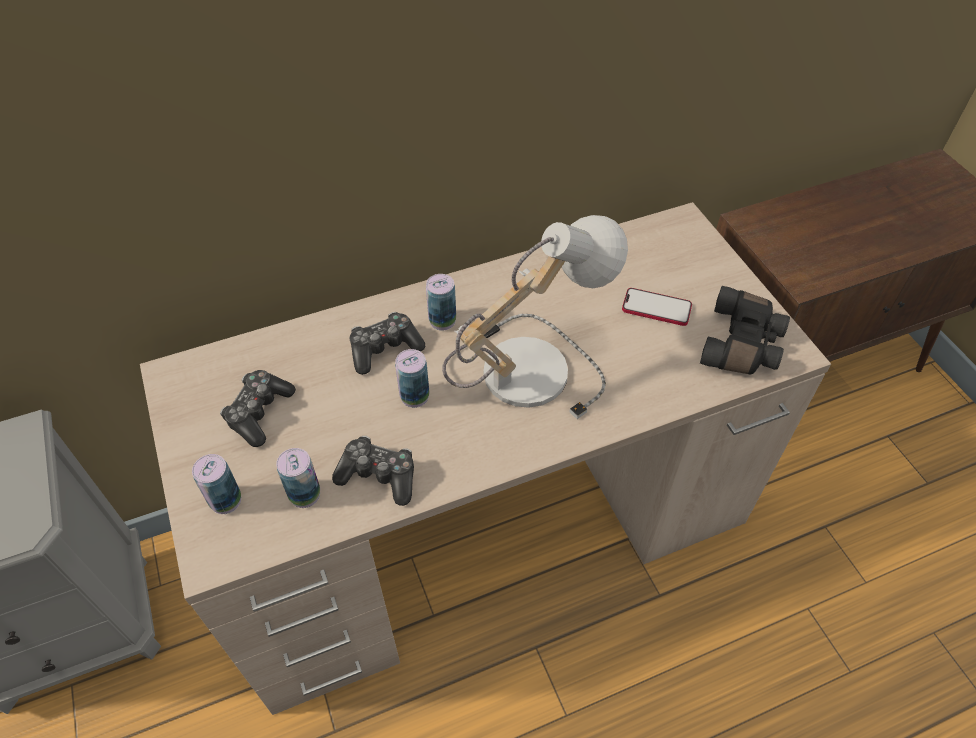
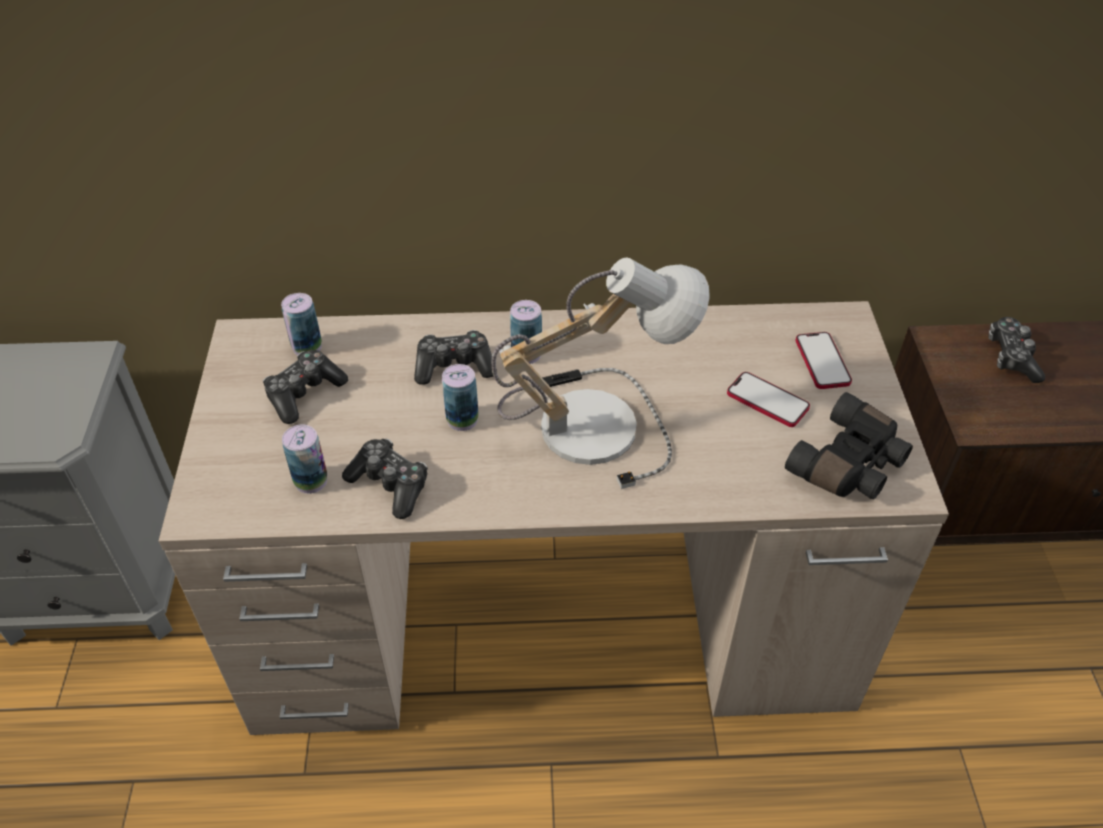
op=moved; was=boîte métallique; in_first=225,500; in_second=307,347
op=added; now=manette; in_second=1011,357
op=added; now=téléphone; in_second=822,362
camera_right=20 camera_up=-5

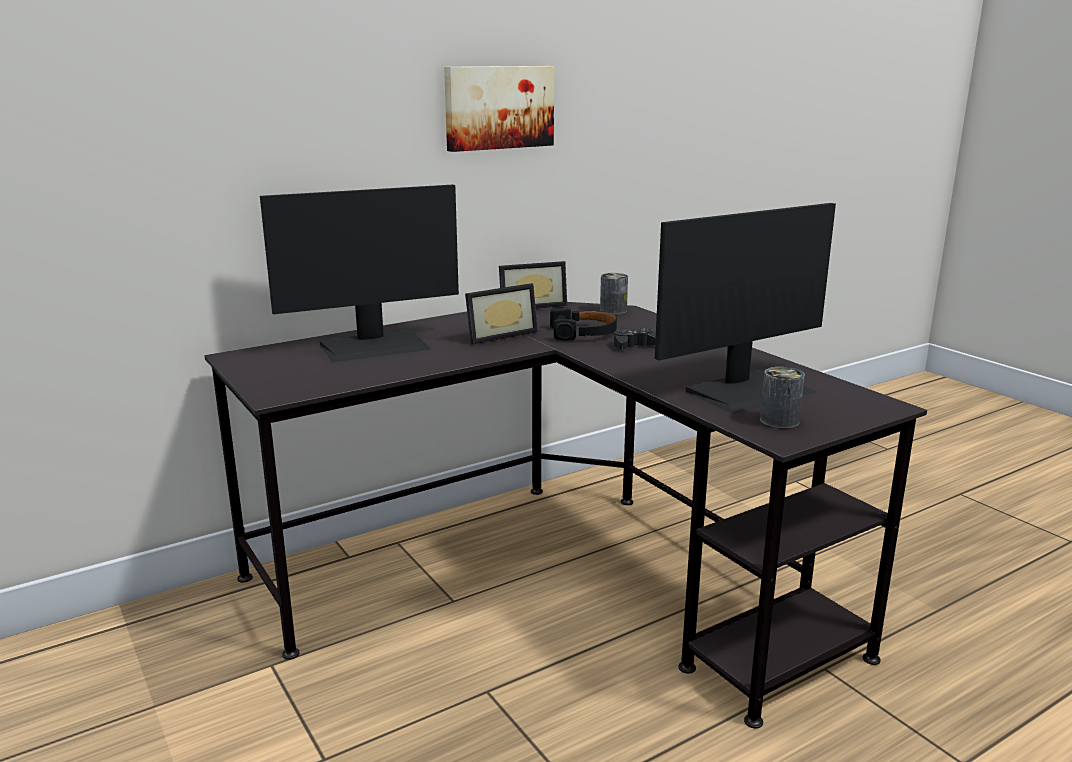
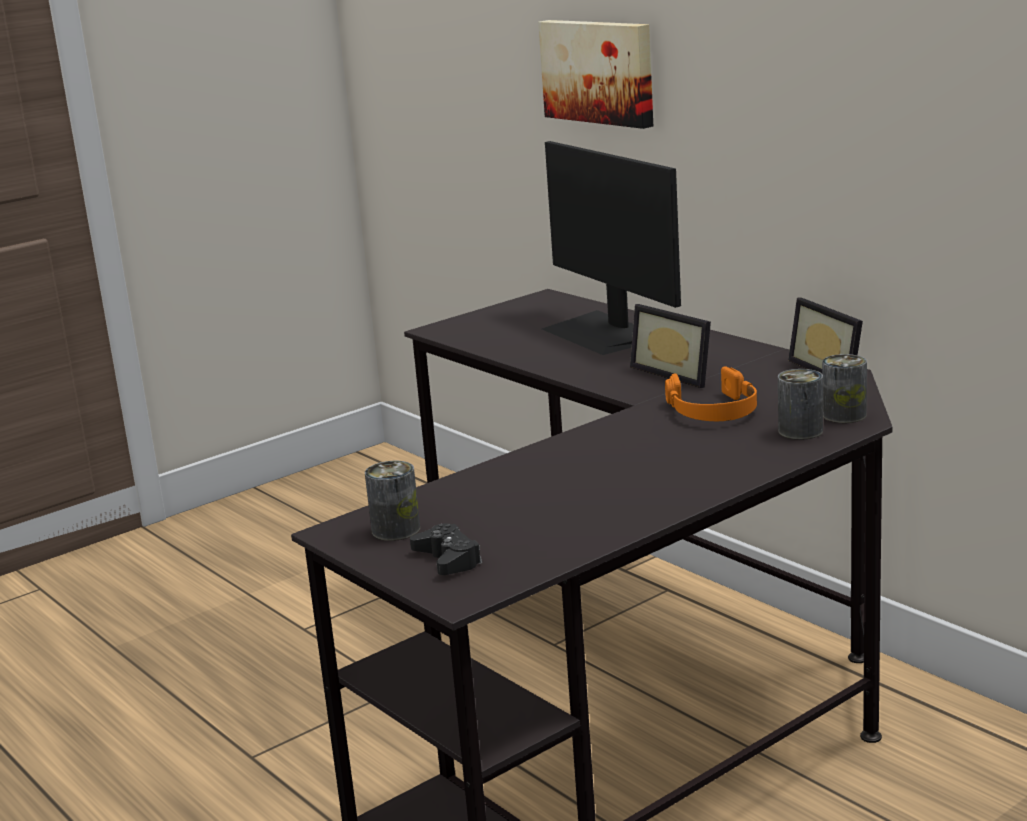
op=moved; was=tableau; in_first=498,107; in_second=599,71
op=removed; was=écran d'ordinateur; in_first=749,390
op=recoloured; was=casque audio (noir); now=casque audio (orange); in_first=584,333; in_second=713,410
op=moved; was=manette (noir); in_first=635,345; in_second=448,559
op=added; now=boîte métallique; in_second=800,431
camera_right=85 camera_up=0

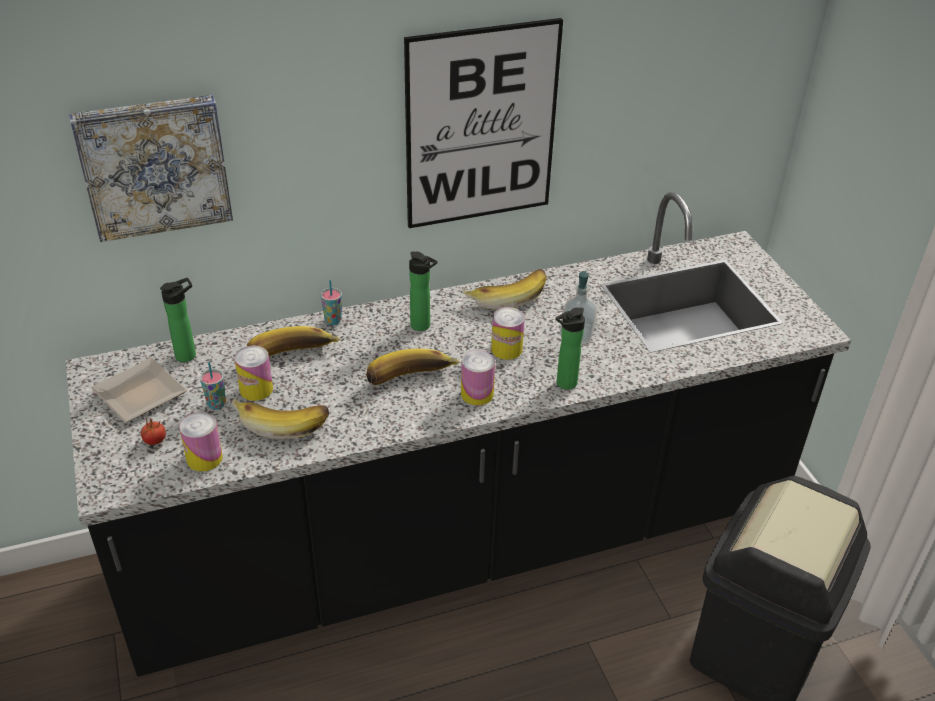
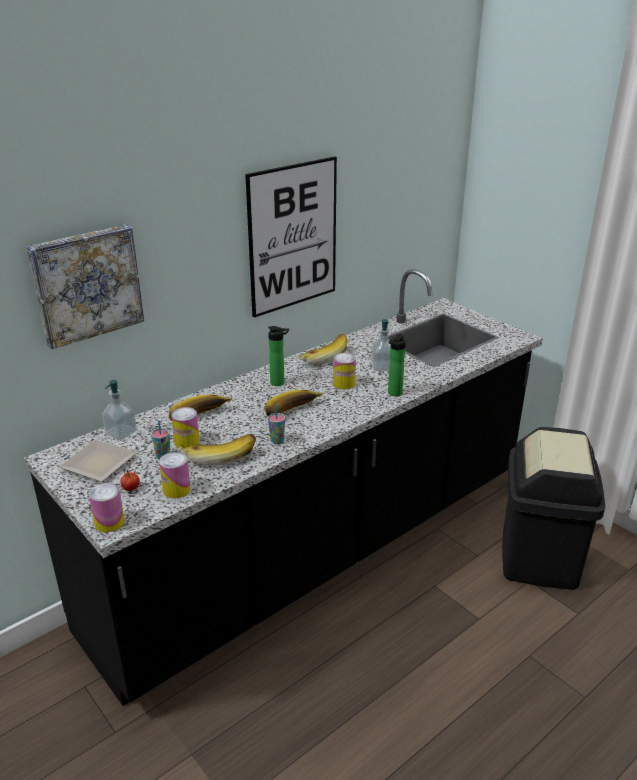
op=replaced; was=bouteille; now=distributeur de savon; in_first=189,354; in_second=121,433
op=moved; was=tasse; in_first=333,321; in_second=277,440
op=moved; was=boîte métallique; in_first=477,394; in_second=109,522
camera_right=-20 camera_up=-10

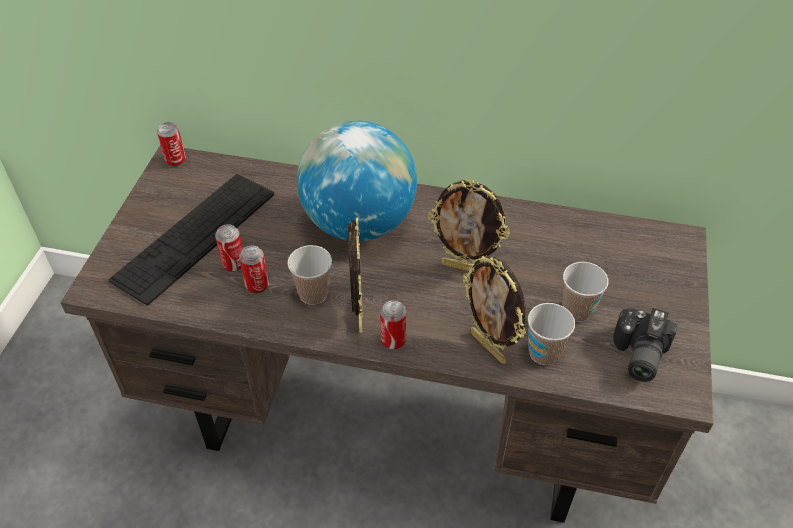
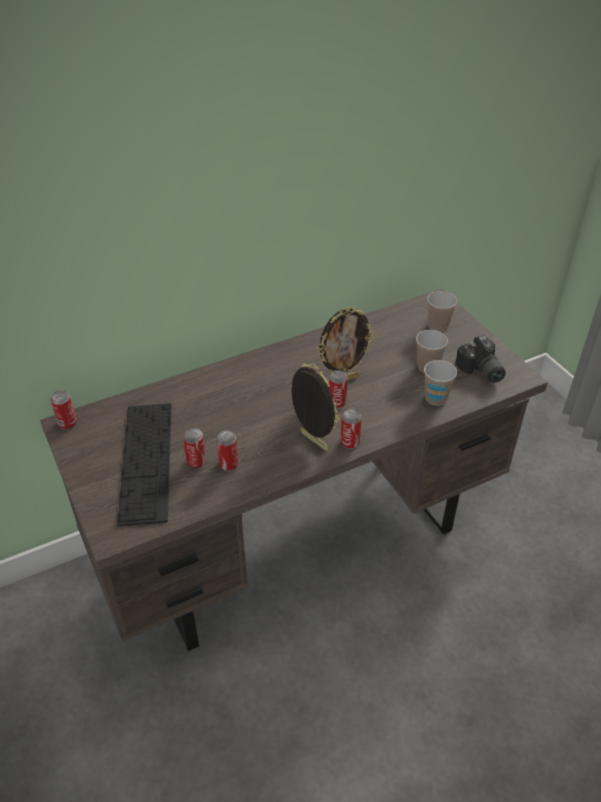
op=removed; was=globe; in_first=358,223
op=moved; was=tasse; in_first=313,294; in_second=438,326
op=removed; was=cadre photo; in_first=489,347
op=added; now=boîte métallique; in_second=337,403
camera_right=-40 camera_up=-5

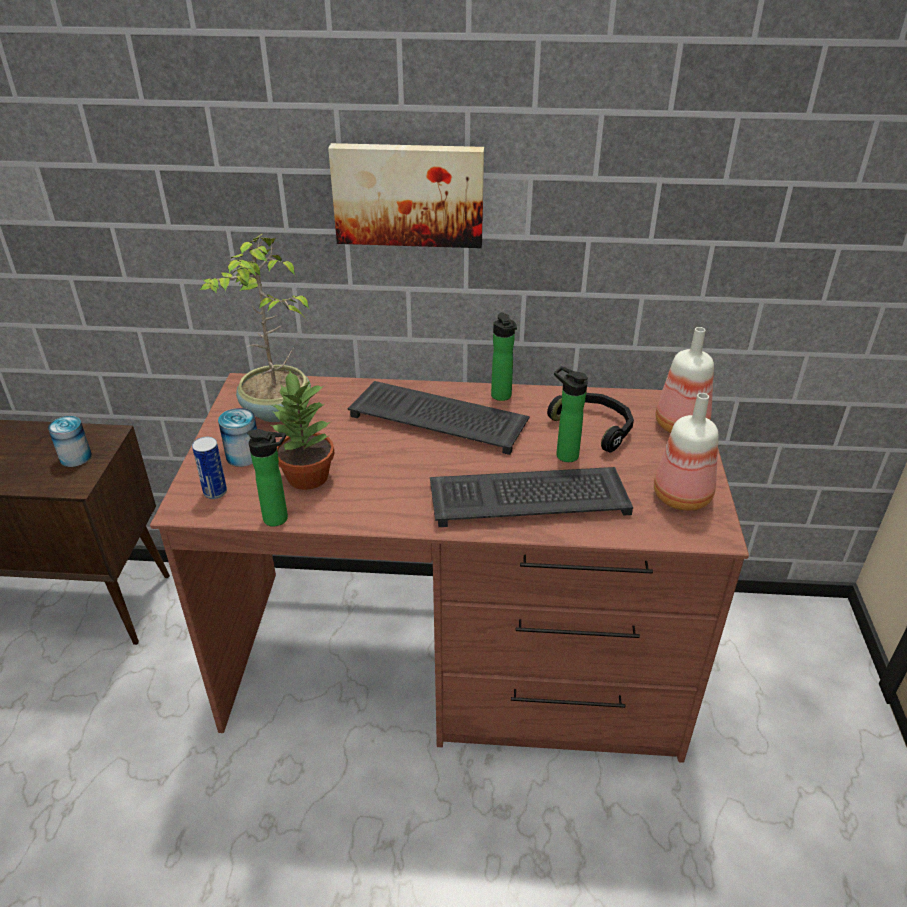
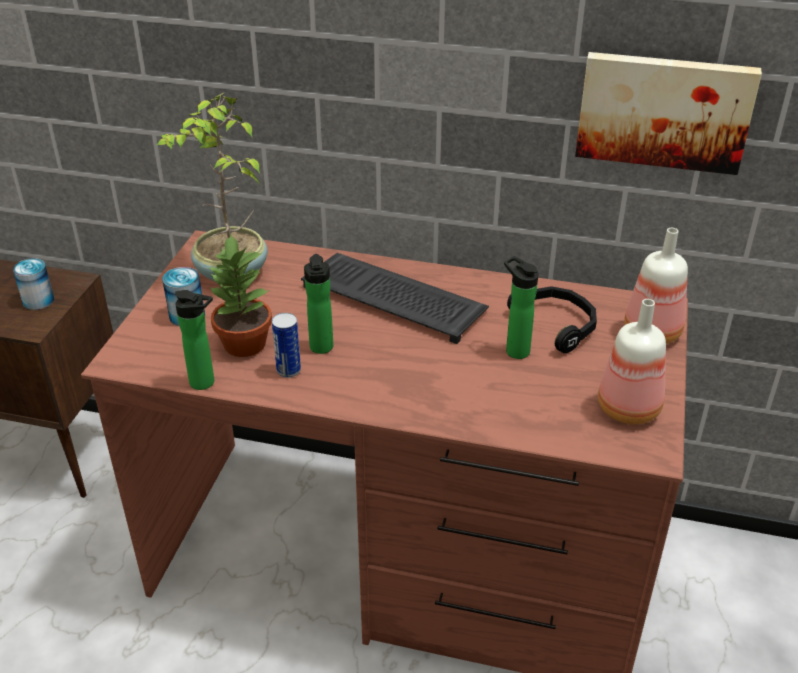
op=moved; was=tableau; in_first=408,194; in_second=664,111
op=moved; was=bouteille; in_first=502,397; in_second=321,349
op=moved; was=boîte métallique; in_first=215,492; in_second=288,370
op=removed; was=clavier; in_first=530,497
camera_right=10 camera_up=0

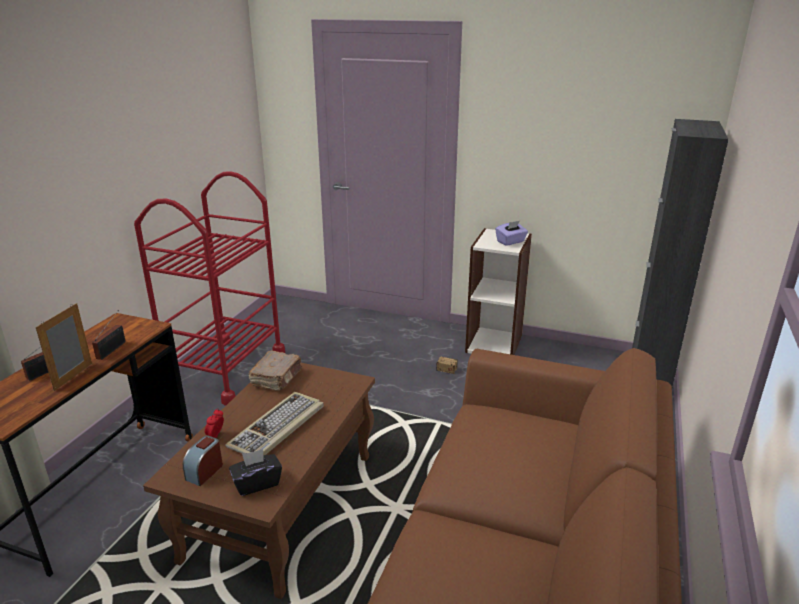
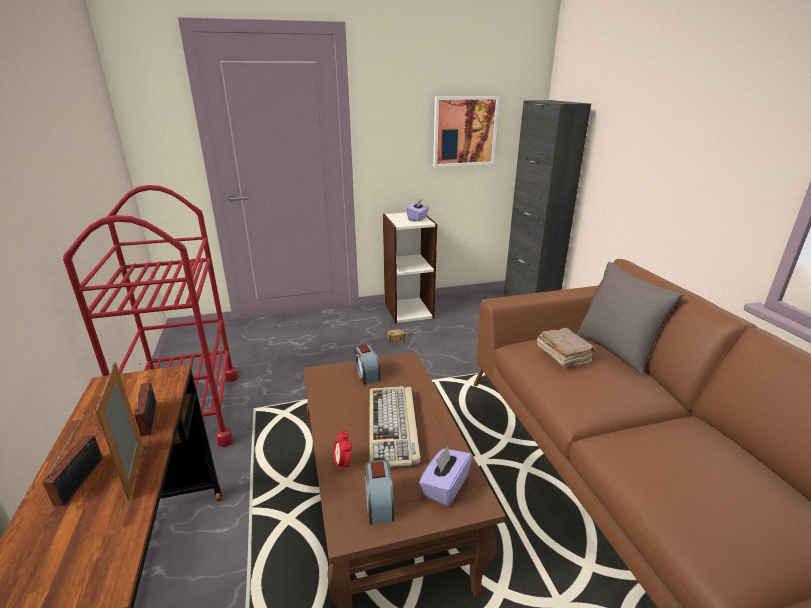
op=moved; was=livre (marron); in_first=277,378; in_second=563,355
op=recoloured; was=boîte à mouchoirs (noir); now=boîte à mouchoirs (violet); in_first=257,483; in_second=445,486
op=added; now=tableau; in_second=464,131
op=added; now=coussin (gris); in_second=616,351
op=added; now=réveil; in_second=367,374
camera_right=-35 camera_up=0

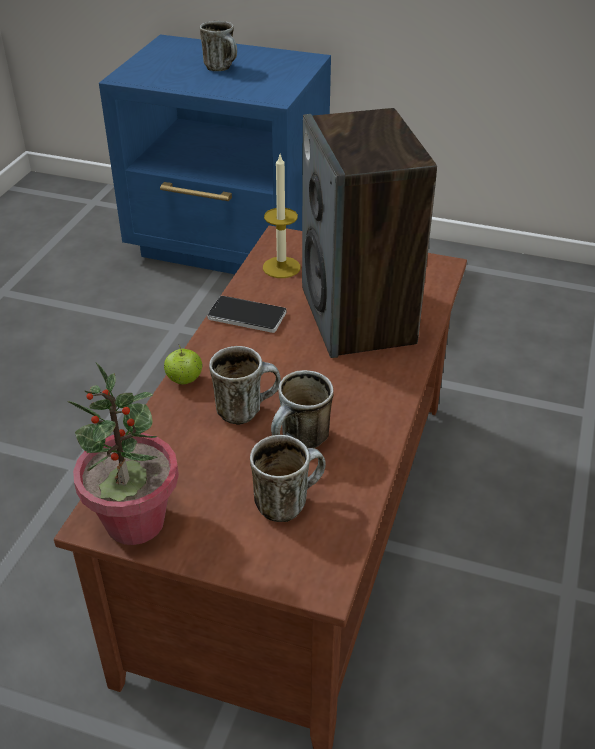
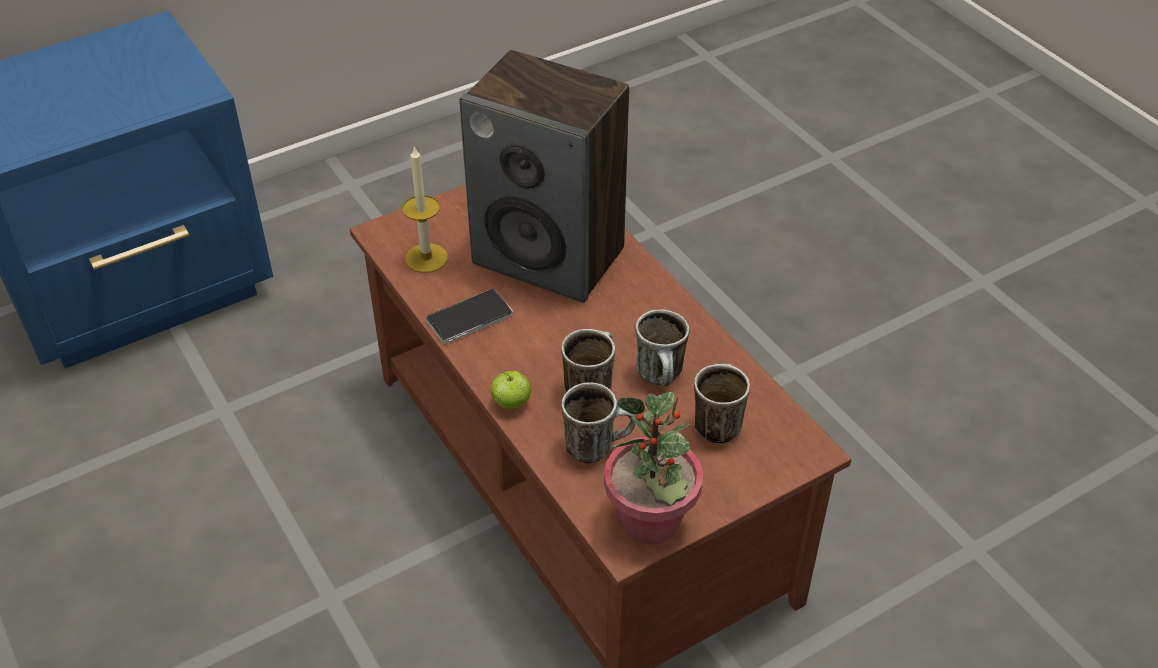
op=moved; was=mug; in_first=223,68; in_second=597,446
camera_right=-50 camera_up=5

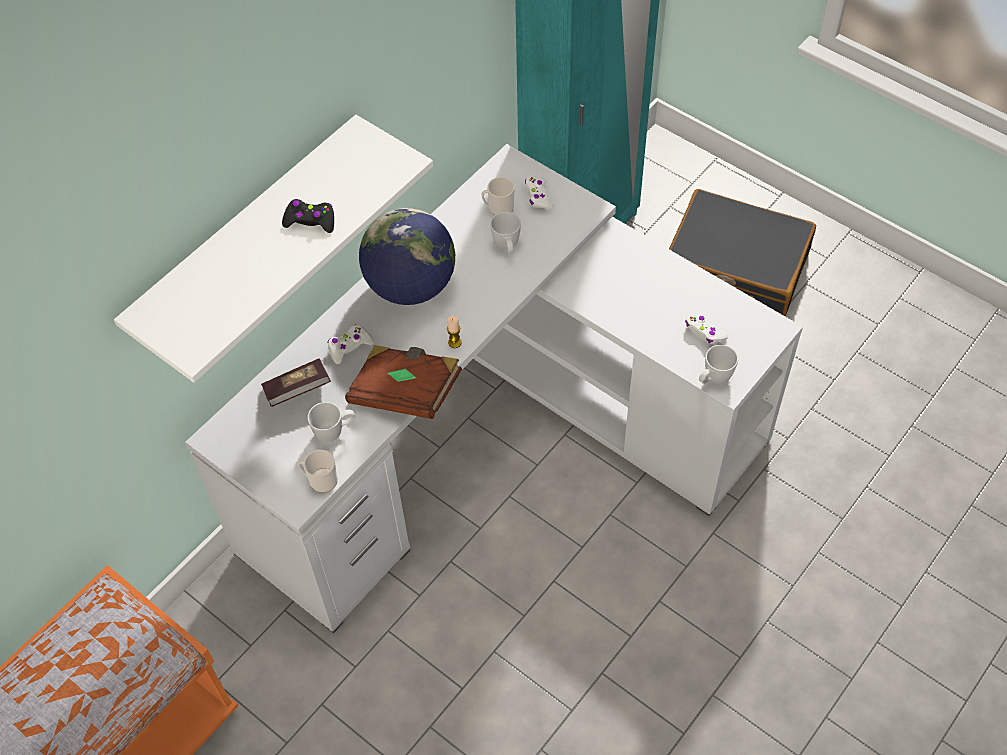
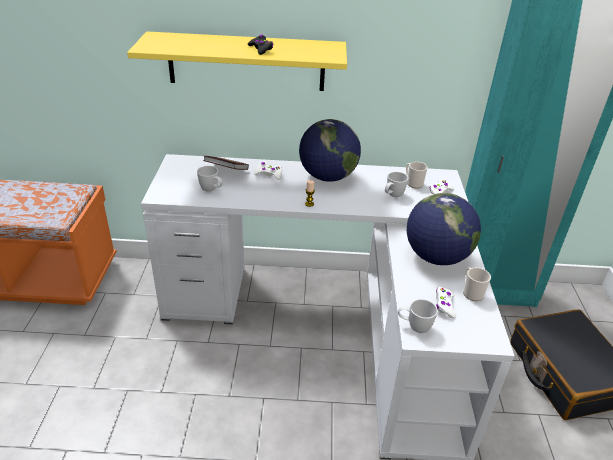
op=recoloured; was=étagère (blanc); now=étagère (jaune); in_first=249,239; in_second=246,62
op=removed; was=livre (marron); in_first=405,392
op=moved; was=mug; in_first=320,480; in_second=471,292
op=added; now=globe; in_second=436,257
camera_right=50 camera_up=-20

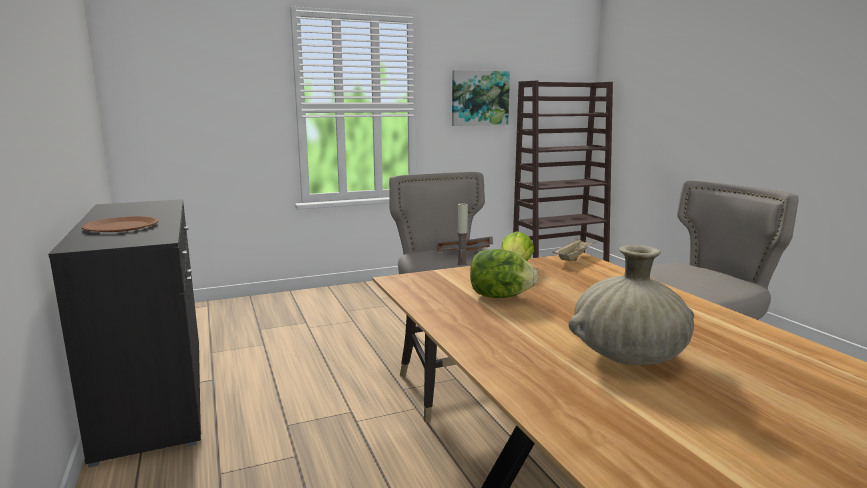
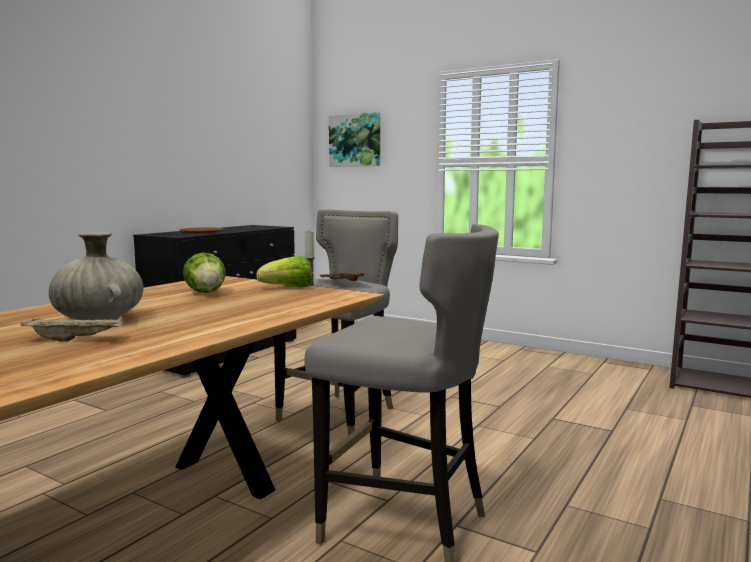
op=moved; was=tableau; in_first=479,98; in_second=355,140
op=moved; was=plateau (beige); in_first=573,258; in_second=77,339
camera_right=55 camera_up=-5

